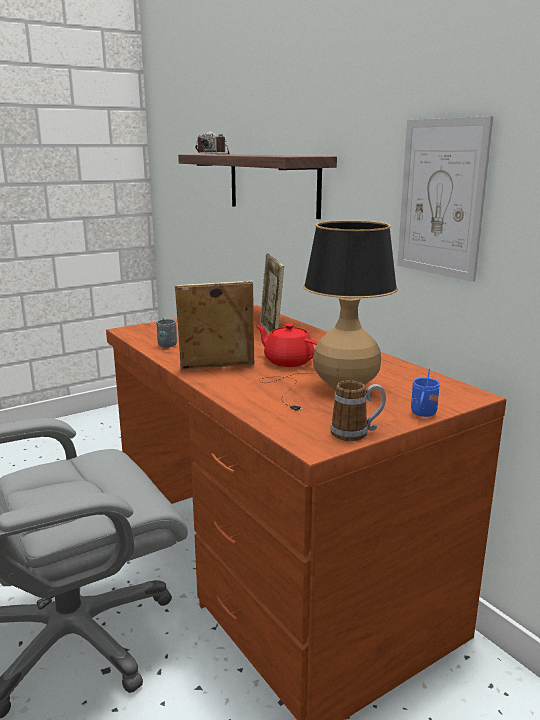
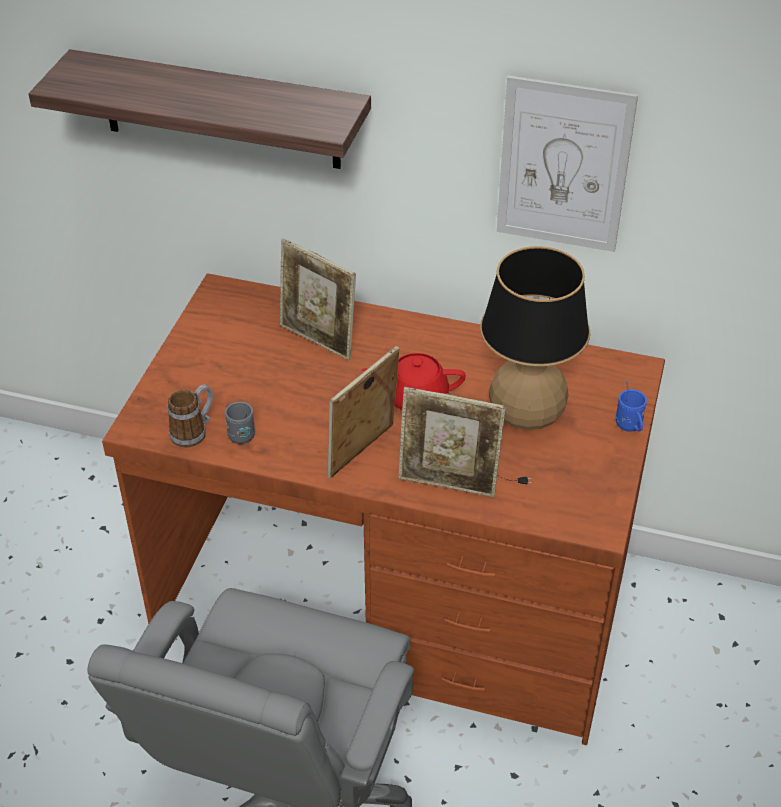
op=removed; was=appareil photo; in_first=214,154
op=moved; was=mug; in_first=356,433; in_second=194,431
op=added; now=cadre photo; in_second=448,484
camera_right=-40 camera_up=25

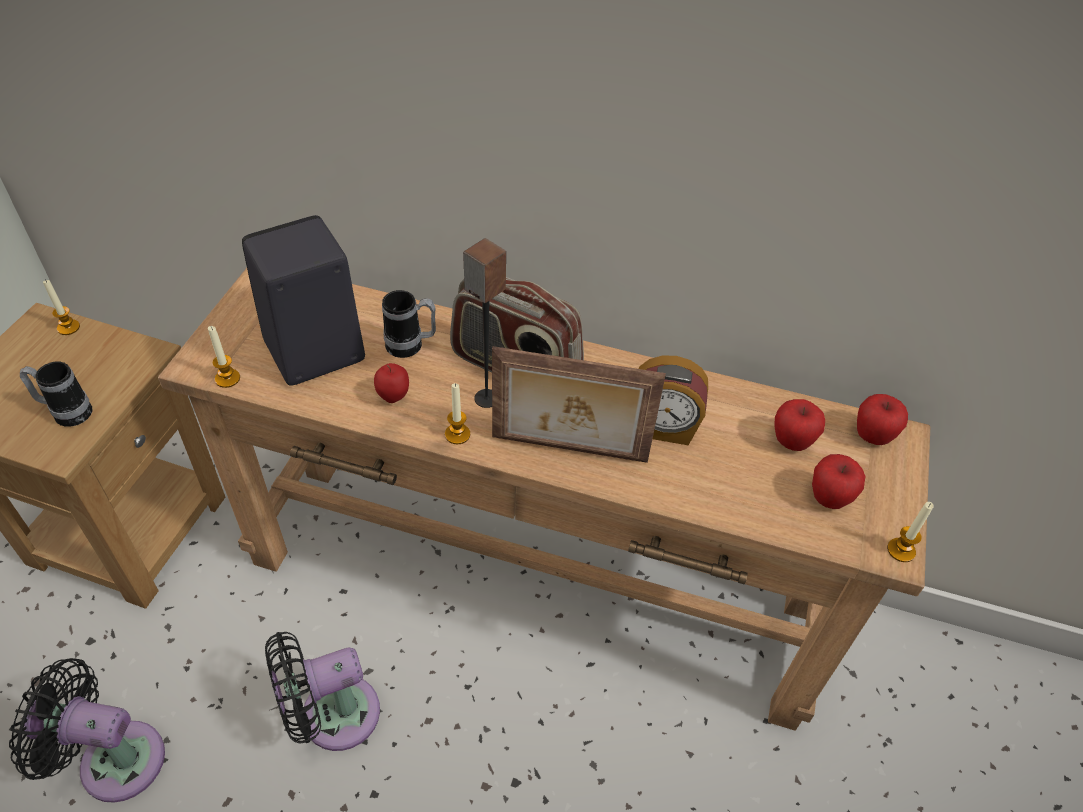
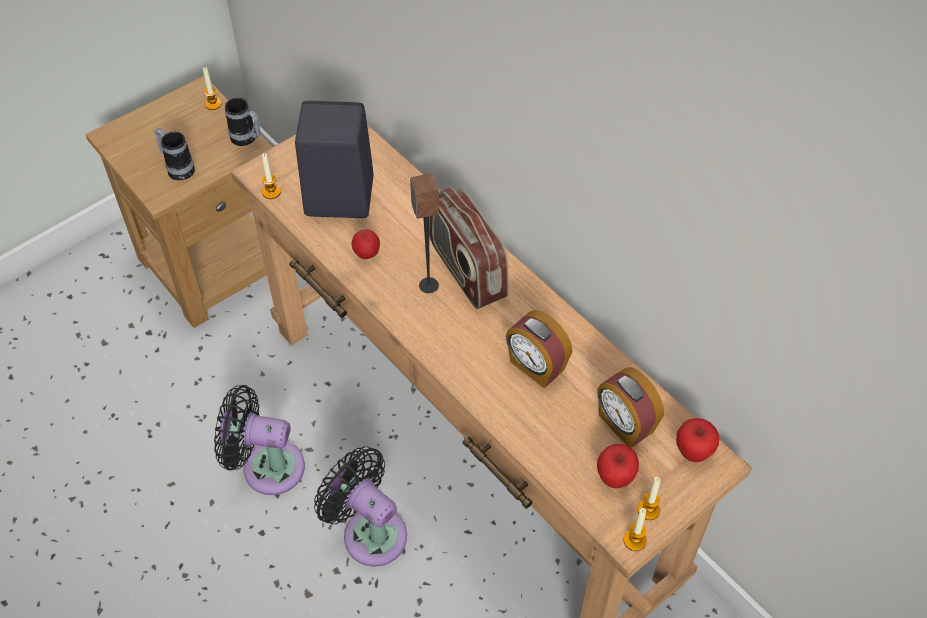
op=moved; was=mug; in_first=411,346; in_second=247,139
op=removed; was=cadre photo; in_first=569,450
op=moved; was=bougie; in_first=457,434; in_second=648,510
op=replaced; was=pomme; now=réveil; in_first=791,442; in_second=624,424
op=moved; was=ventilateur (noir); in_first=113,759; in_second=370,531
camera_right=35 camera_up=5

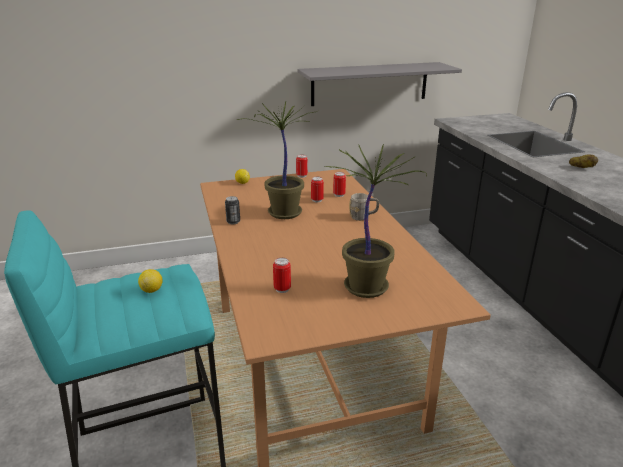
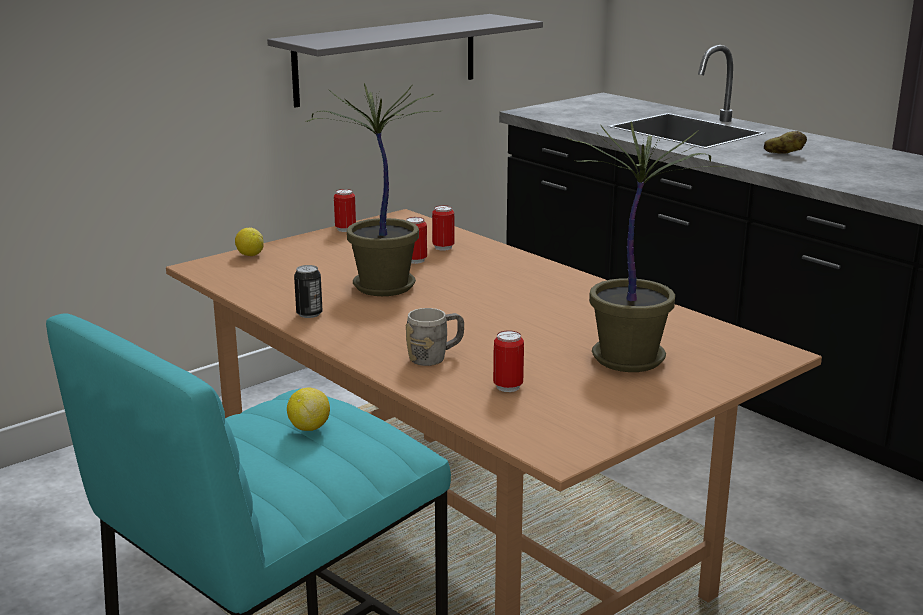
op=moved; was=mug (gris); in_first=363,217; in_second=435,357
camera_right=-25 camera_up=-5

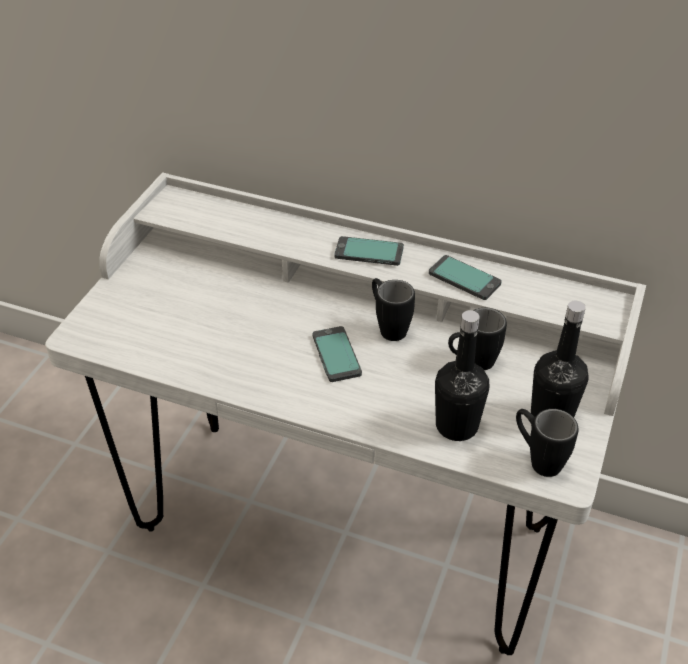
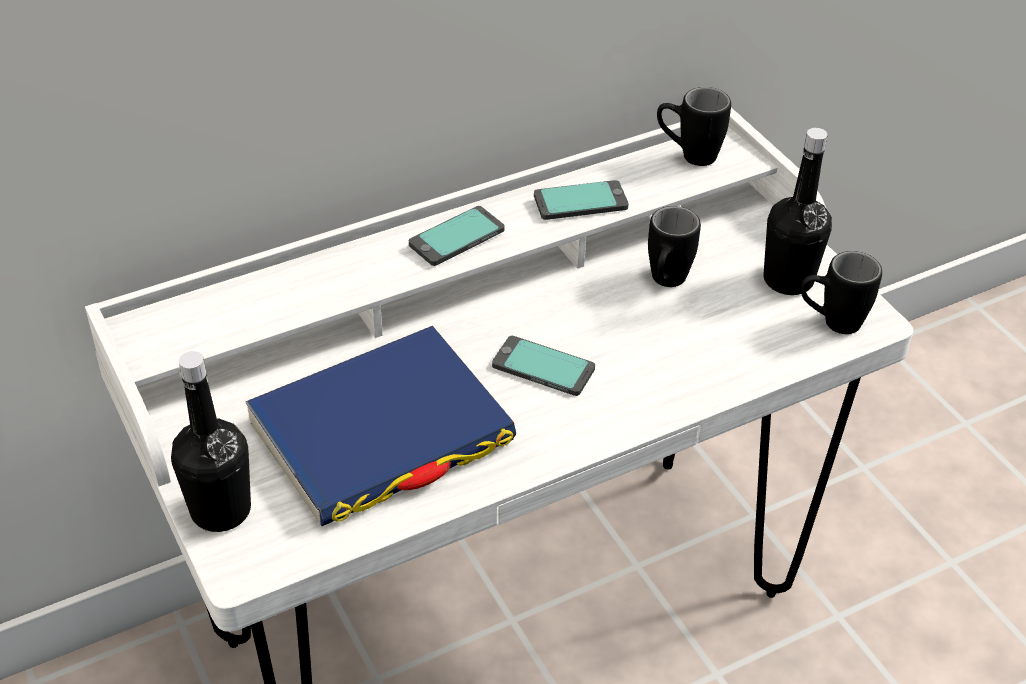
op=moved; was=mug (noir); in_first=388,326; in_second=688,155
op=moved; was=bouteille (noir); in_first=456,426; in_second=221,510
op=added; now=livre (bleu); in_second=381,433
camera_right=-50 camera_up=0

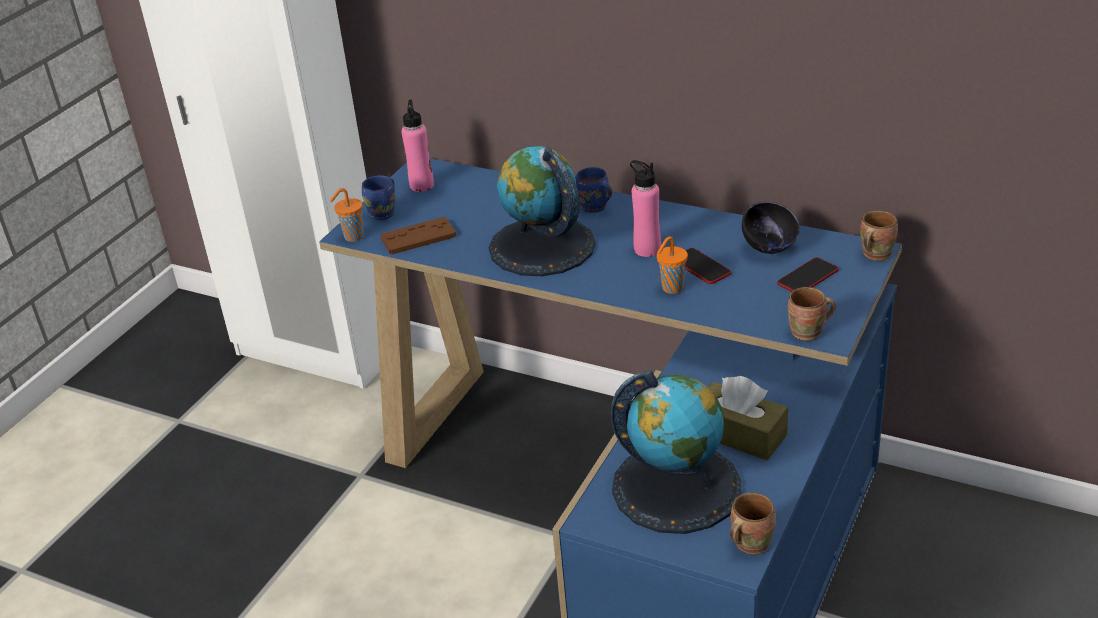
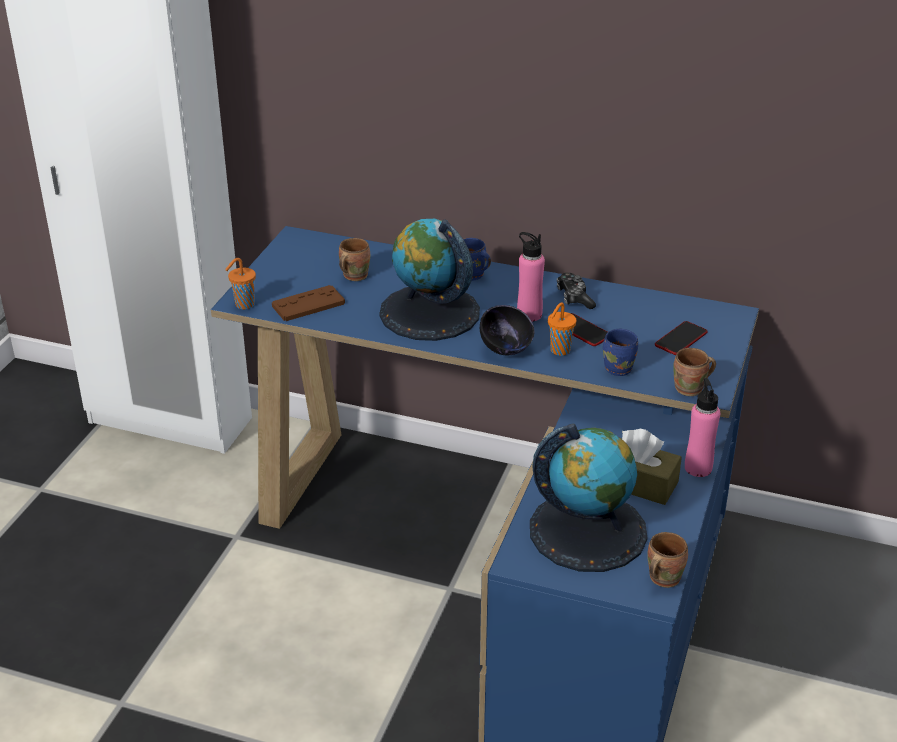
op=moved; was=bouteille (rose); in_first=422,185; in_second=698,468
op=moved; was=mug (bleu); in_first=384,213; in_second=620,368
op=moved; was=bol (noir); in_first=769,248; in_second=506,350
op=moved; was=mug (marron); in_first=874,254; in_second=353,276
op=added; now=manette; in_second=574,298
camera_right=-10 camera_up=0

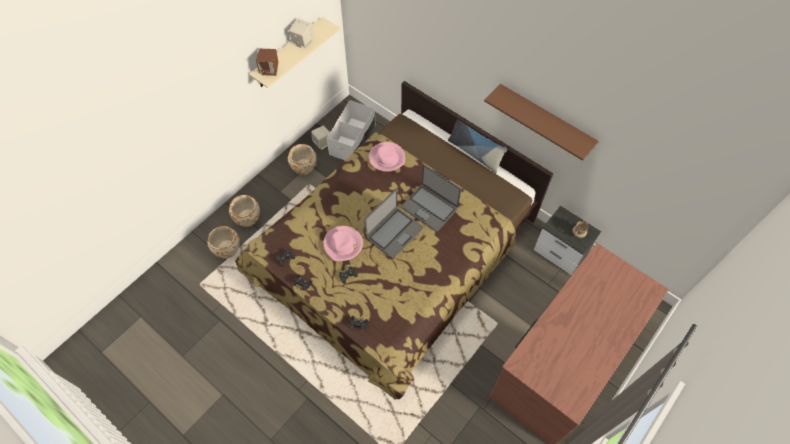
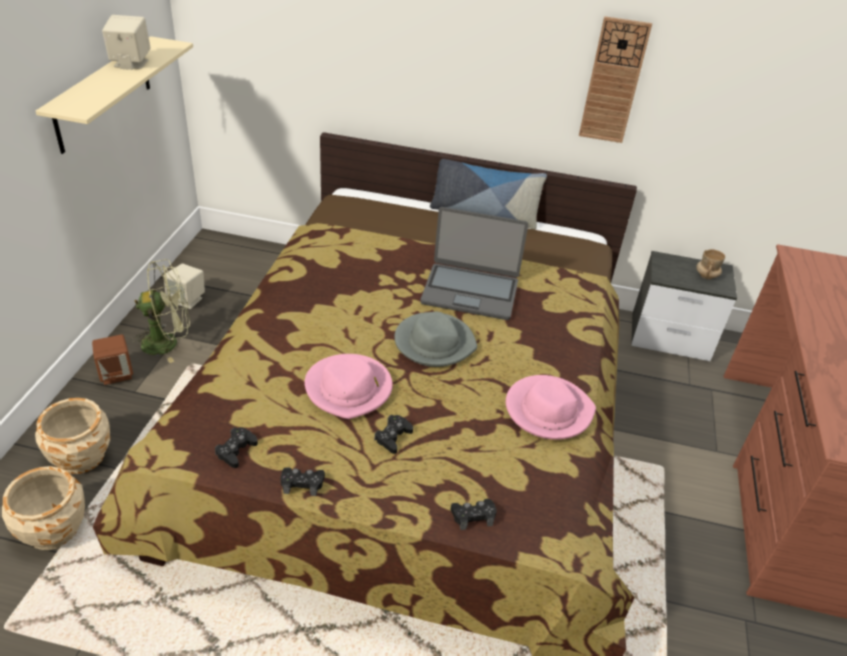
op=moved; was=enceinte (marron); in_first=270,70; in_second=116,374
op=replaced; was=étagère (marron); now=horloge murale; in_first=545,120; in_second=613,81
op=removed; was=boîte de rangement (blanc); in_first=353,140
op=moved; was=chapeau (rose); in_first=387,158; in_second=548,410
op=replaced; was=cache-pot (beige); now=ventilateur (vert); in_first=304,167; in_second=168,342
op=replaced; was=ordinateur portable; now=chapeau (gris); in_first=394,233; in_second=434,343
camera_right=-30 camera_up=-20

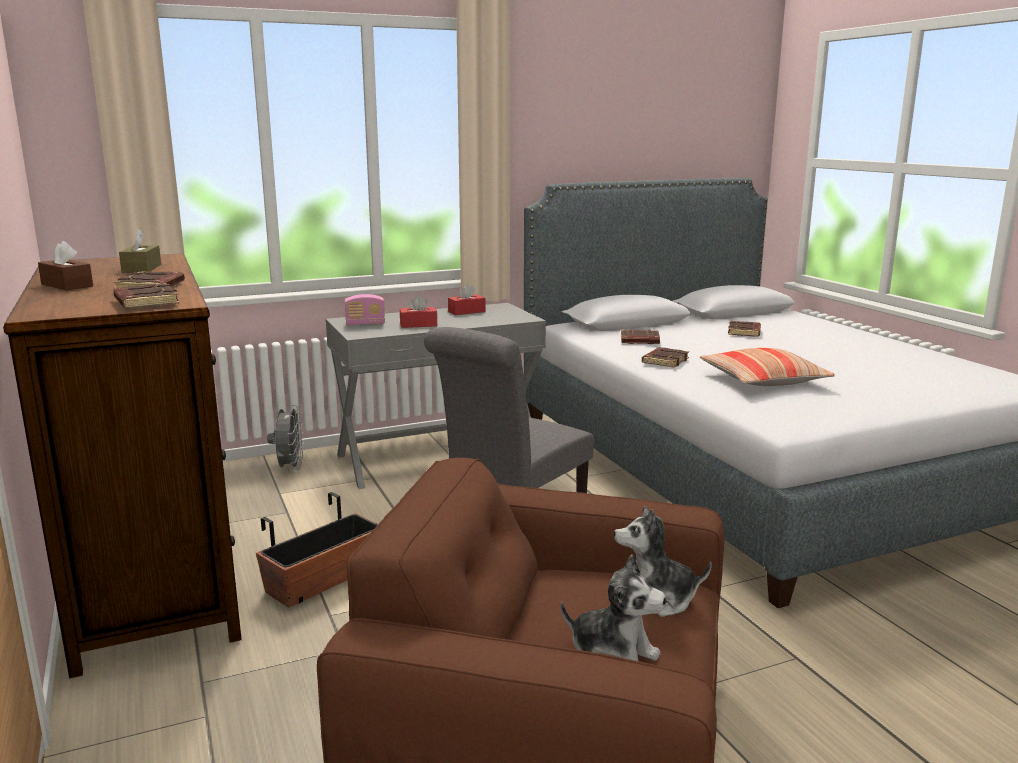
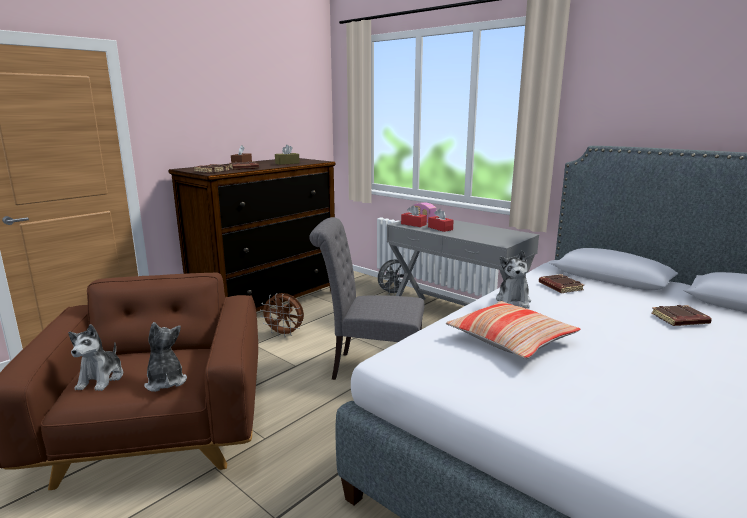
op=moved; was=boîte à mouchoirs (rouge); in_first=466,312; in_second=413,224
op=replaced; was=livre (marron); now=peluche; in_first=664,361; in_second=513,301
op=replaced; was=cache-pot; now=ventilateur (marron); in_first=323,580; in_second=284,334
camera_right=65 camera_up=0

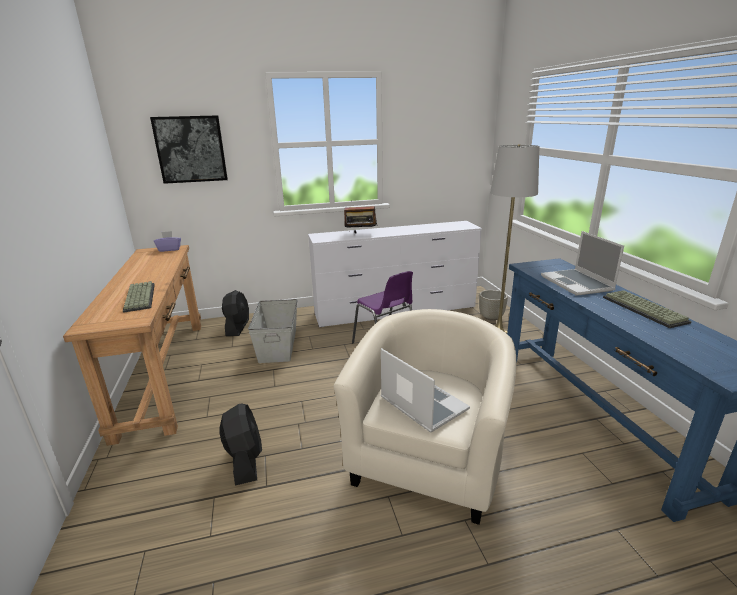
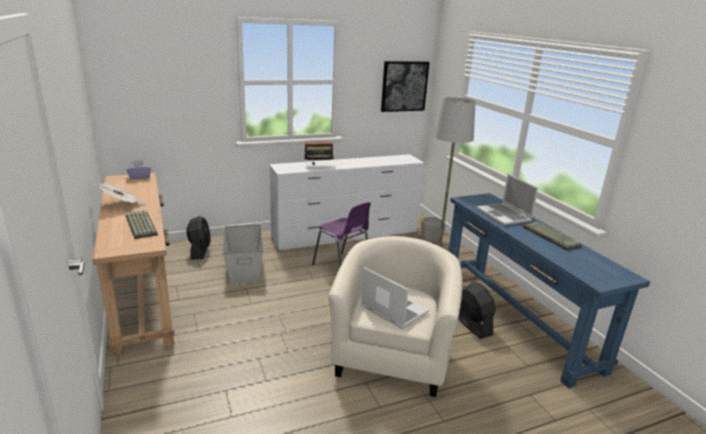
op=moved; was=tableau; in_first=191,149; in_second=404,86
op=moved; was=ventilateur (noir); in_first=245,460; in_second=472,324
op=added; now=journal; in_second=122,204
camera_right=-10 camera_up=0

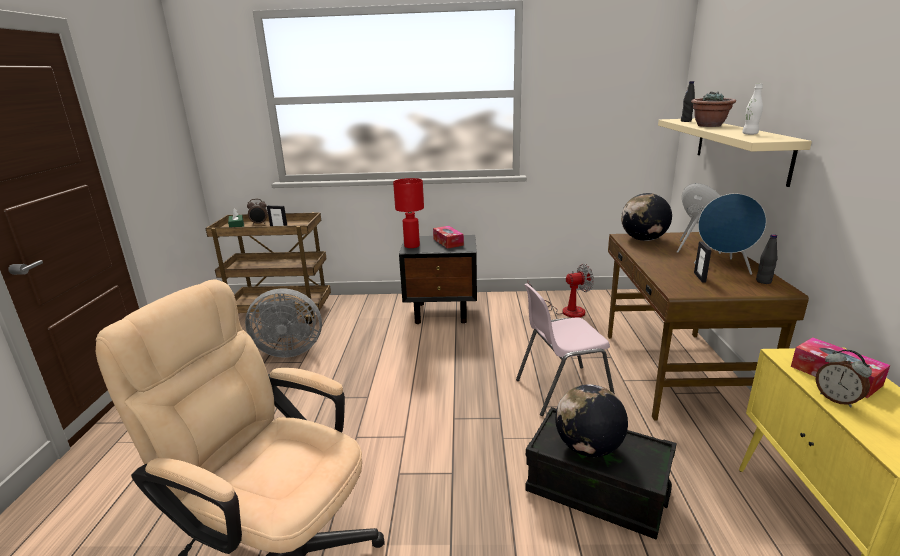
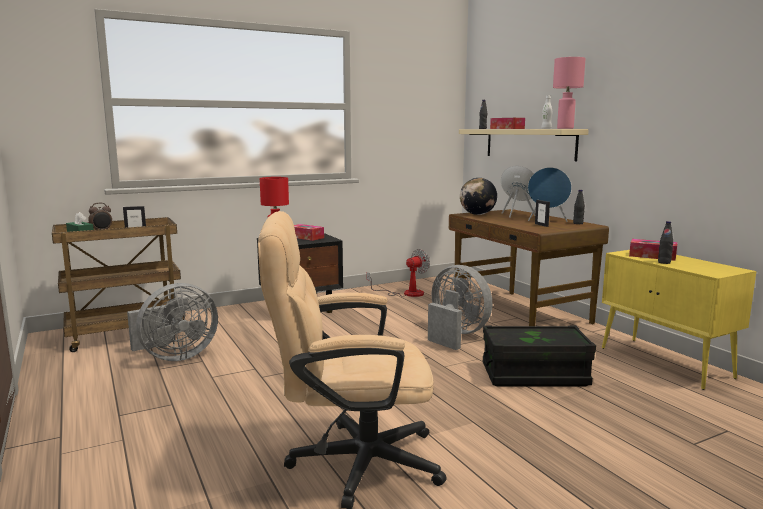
op=replaced; was=plante en pot; now=boîte à mouchoirs; in_first=709,125; in_second=507,128
op=replaced; was=chaise (rose); now=ventilateur (gris); in_first=561,390; in_second=456,335
op=replaced; was=réveil; now=bouteille (noir); in_first=837,399; in_second=664,262
op=removed; was=globe; in_first=588,447
op=added; now=lampe de table (rose); in_second=565,128
camera_right=-30 camera_up=-10

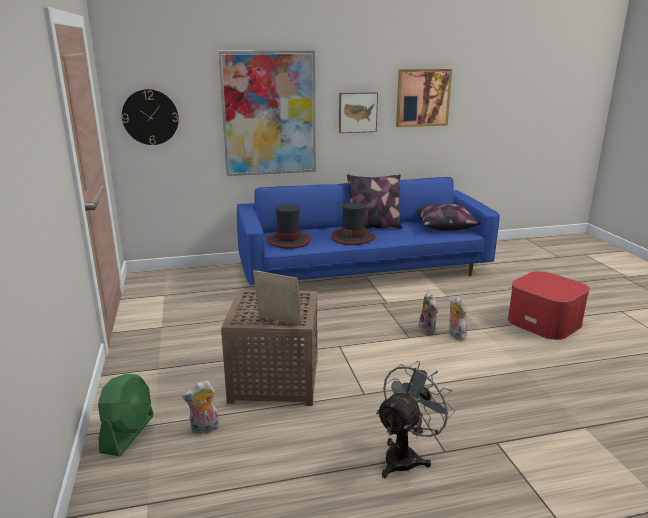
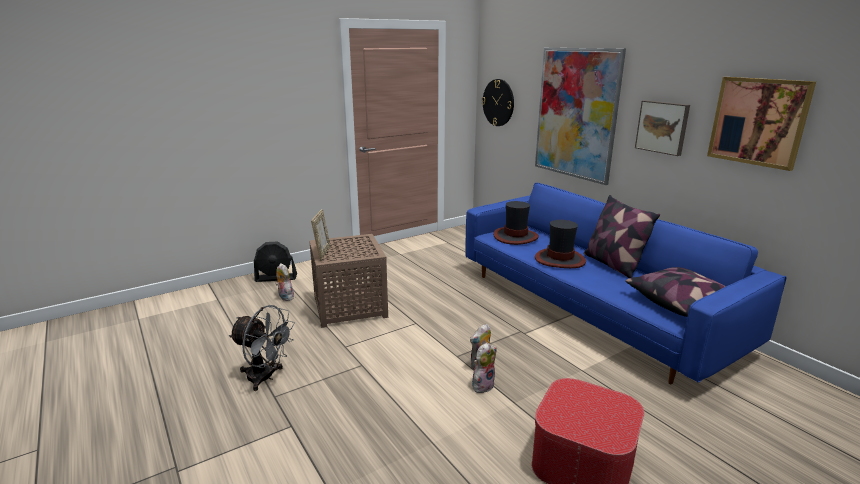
op=recoloured; was=ventilateur (vert); now=ventilateur (noir); in_first=128,433; in_second=276,278
camera_right=70 camera_up=0

